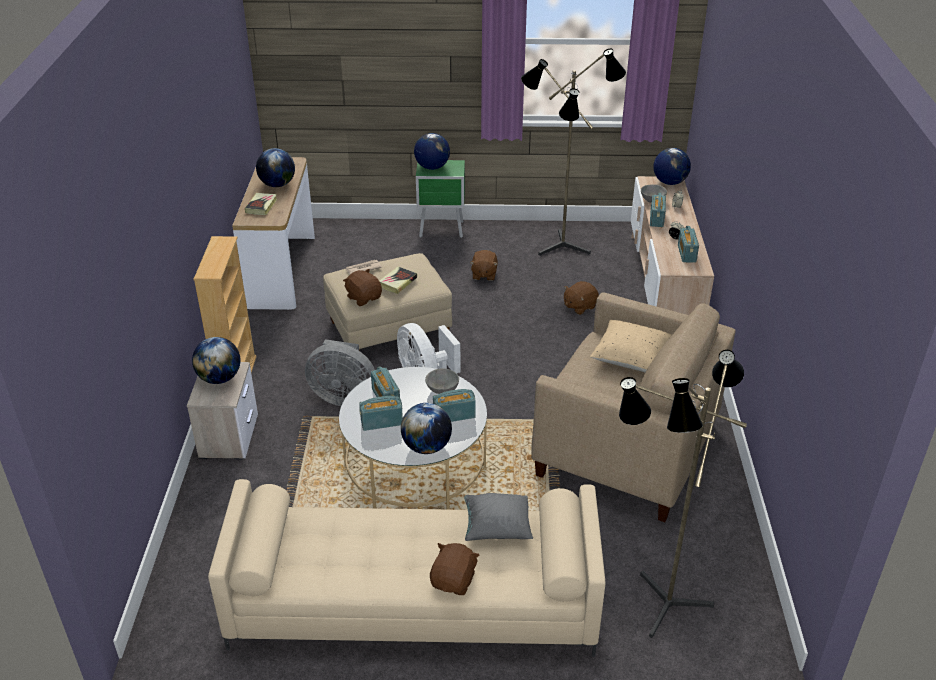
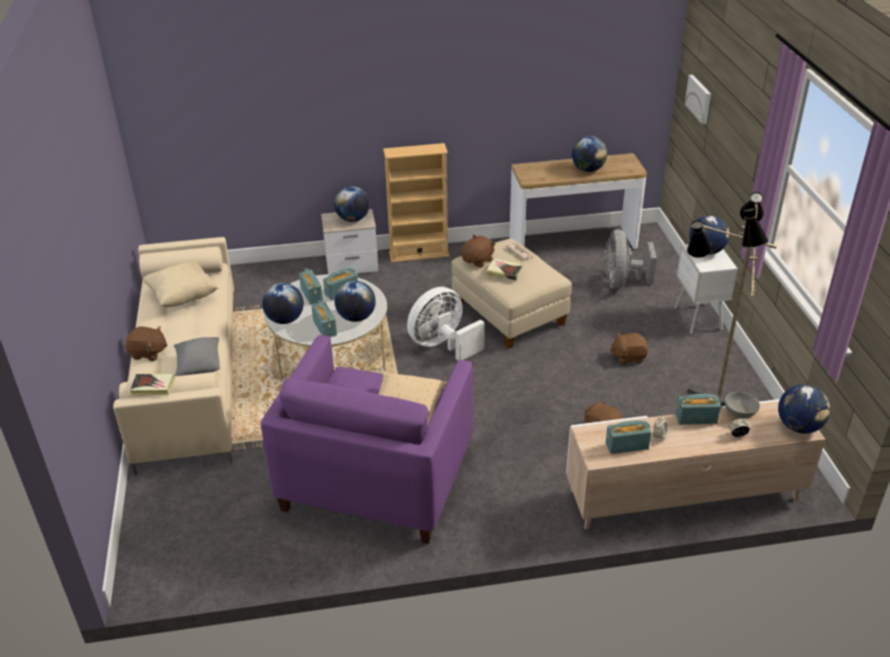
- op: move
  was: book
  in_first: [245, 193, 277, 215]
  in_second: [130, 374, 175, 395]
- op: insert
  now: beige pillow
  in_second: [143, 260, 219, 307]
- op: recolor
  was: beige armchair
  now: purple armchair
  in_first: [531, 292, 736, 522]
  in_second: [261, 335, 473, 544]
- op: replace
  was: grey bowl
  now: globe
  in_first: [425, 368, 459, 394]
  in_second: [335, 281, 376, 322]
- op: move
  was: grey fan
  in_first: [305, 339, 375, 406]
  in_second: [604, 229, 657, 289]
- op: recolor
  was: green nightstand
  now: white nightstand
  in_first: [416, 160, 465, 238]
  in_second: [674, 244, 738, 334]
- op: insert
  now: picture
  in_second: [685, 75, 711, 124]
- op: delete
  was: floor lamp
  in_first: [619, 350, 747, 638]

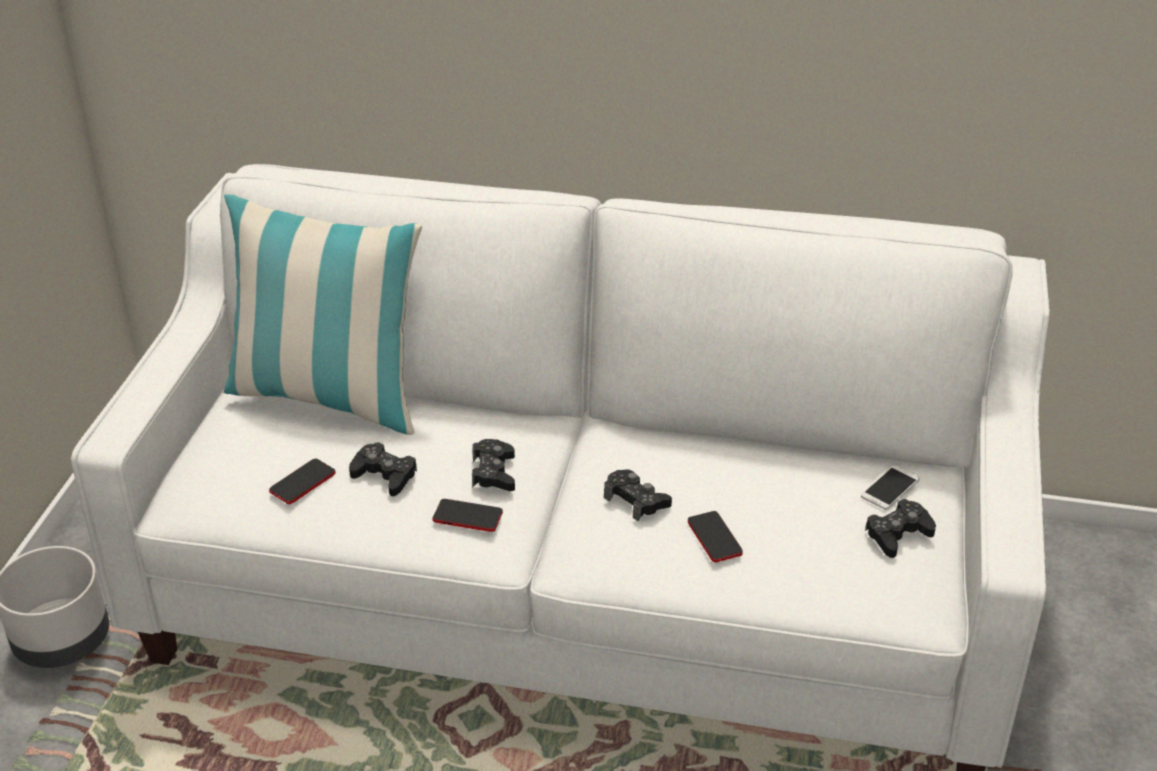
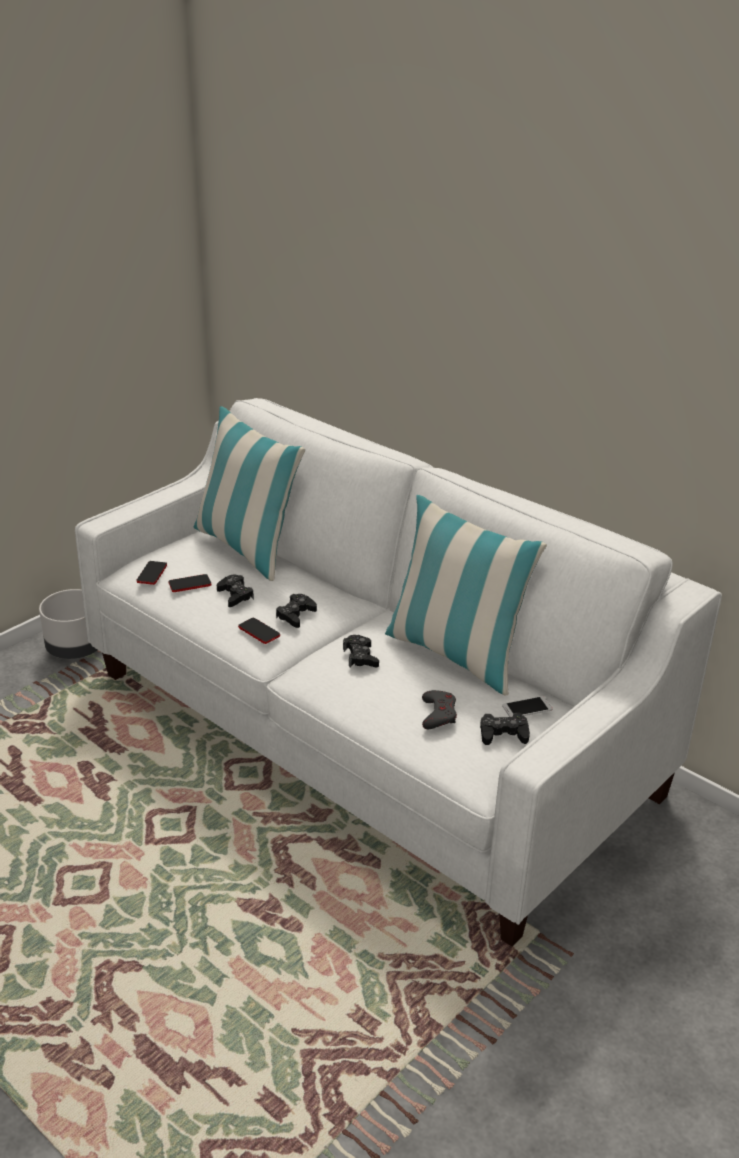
- op: move
  was: phone
  in_first: [688, 511, 743, 563]
  in_second: [137, 561, 167, 585]
- op: insert
  now: pillow
  in_second: [385, 495, 547, 696]
- op: insert
  now: grey game controller
  in_second: [422, 690, 457, 729]

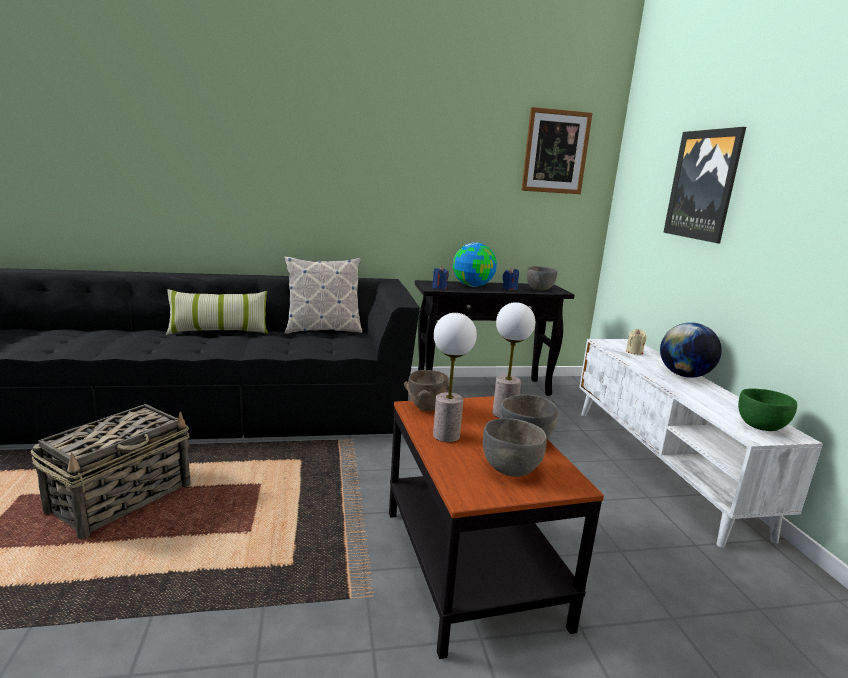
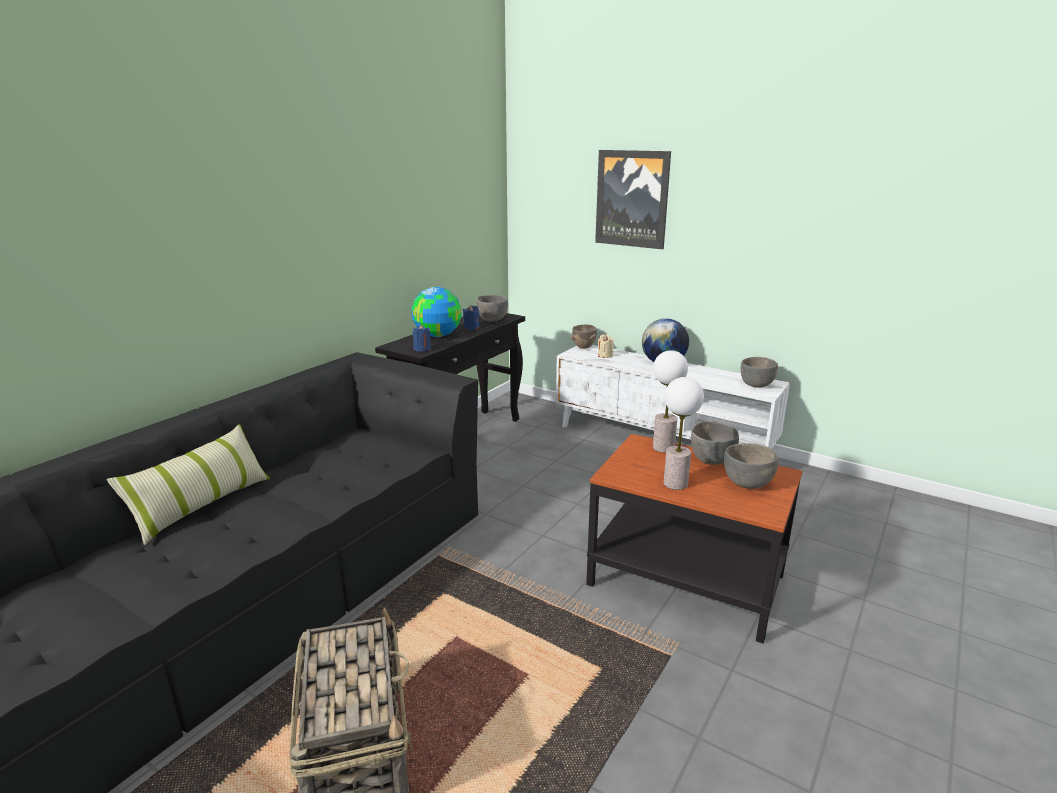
- op: move
  was: brown bowl
  in_first: [404, 370, 453, 411]
  in_second: [571, 325, 597, 349]
- op: recolor
  was: green bowl
  now: grey bowl
  in_first: [738, 389, 797, 431]
  in_second: [741, 357, 778, 388]
- op: delete
  was: pillow
  in_first: [284, 257, 362, 334]
- op: delete
  was: picture
  in_first: [521, 107, 593, 194]

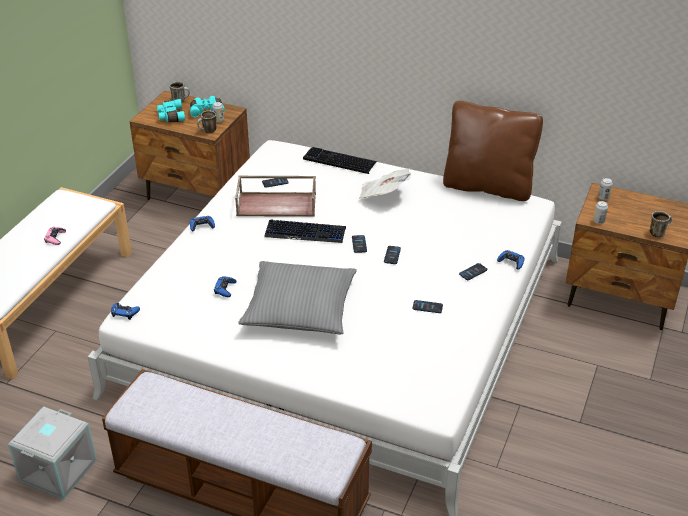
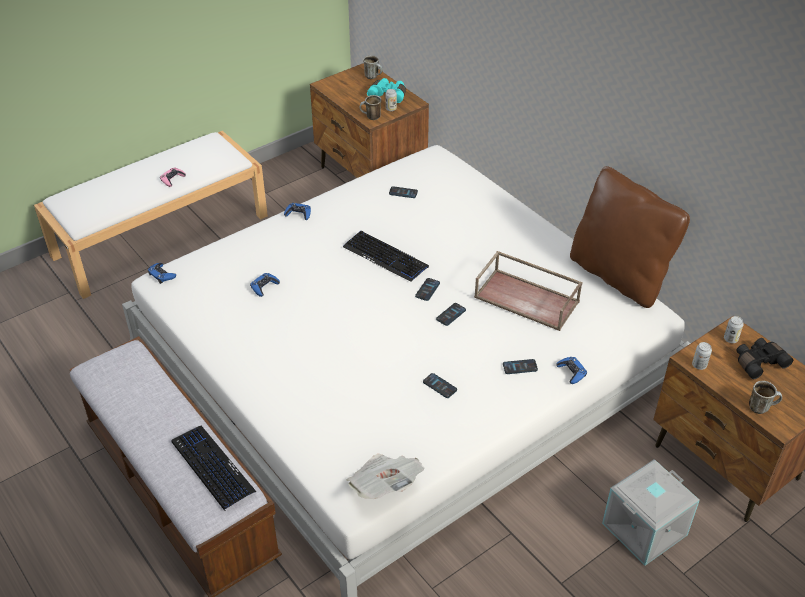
- op: move
  was: keyboard
  in_first: [303, 147, 377, 174]
  in_second: [171, 426, 256, 511]
- op: move
  was: newspaper
  in_first: [359, 169, 411, 199]
  in_second: [346, 454, 425, 499]
- op: move
  was: brown tray
  in_first: [235, 176, 316, 217]
  in_second: [474, 251, 583, 331]
- op: move
  was: grey storage box
  in_first: [8, 406, 97, 499]
  in_second: [602, 459, 700, 565]
- op: insert
  now: black binoculars
  in_second: [736, 338, 793, 379]
- op: delete
  was: turquoise binoculars
  in_first: [157, 99, 185, 122]
- op: delete
  was: grey pillow
  in_first: [238, 261, 357, 334]

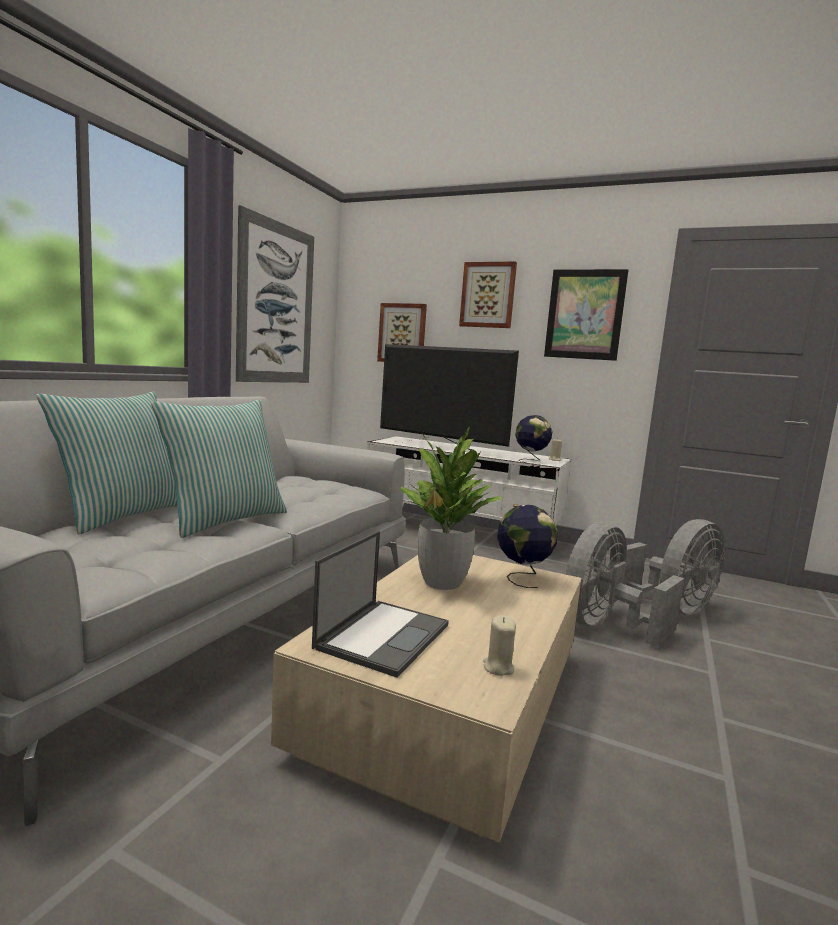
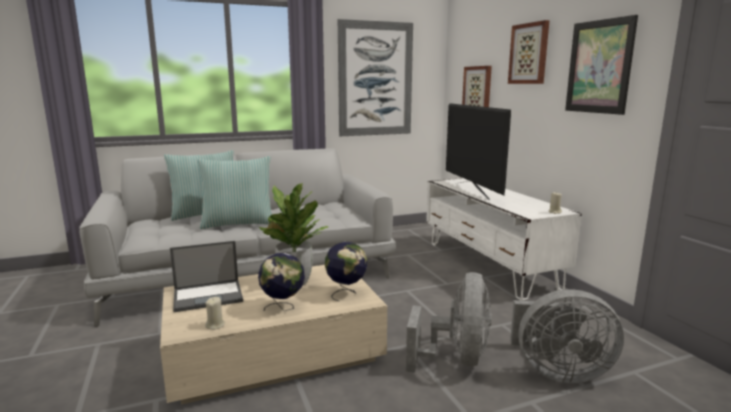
- op: move
  was: globe
  in_first: [515, 415, 553, 463]
  in_second: [258, 253, 305, 311]
- op: rotate
  was: grey fan
  in_first: [565, 522, 684, 647]
  in_second: [406, 272, 492, 373]
  clockwise: 105

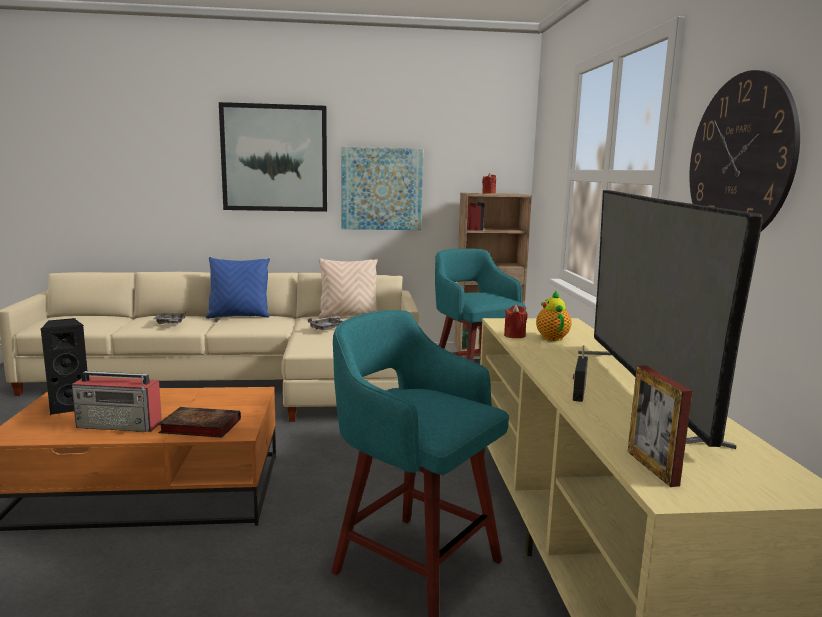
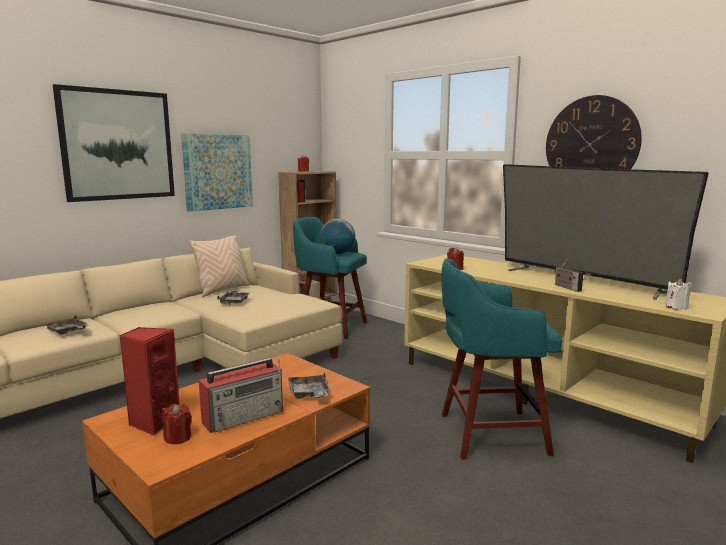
- op: recolor
  was: black speaker
  now: red speaker
  in_first: [40, 318, 87, 415]
  in_second: [120, 327, 180, 436]
- op: insert
  now: red candle
  in_second: [162, 404, 192, 444]
- op: replace
  was: book
  now: grey tray
  in_first: [158, 407, 241, 438]
  in_second: [288, 372, 330, 399]
- op: insert
  now: globe
  in_second: [320, 218, 355, 254]
- op: replace
  was: picture frame
  now: white candle
  in_first: [628, 365, 692, 487]
  in_second: [665, 278, 692, 310]
- op: delete
  was: blue pillow
  in_first: [206, 257, 270, 319]
- op: delete
  was: teapot
  in_first: [536, 291, 572, 341]

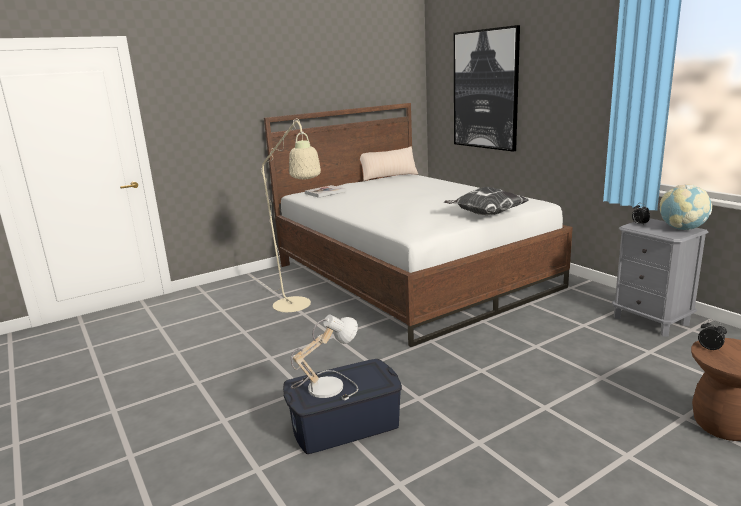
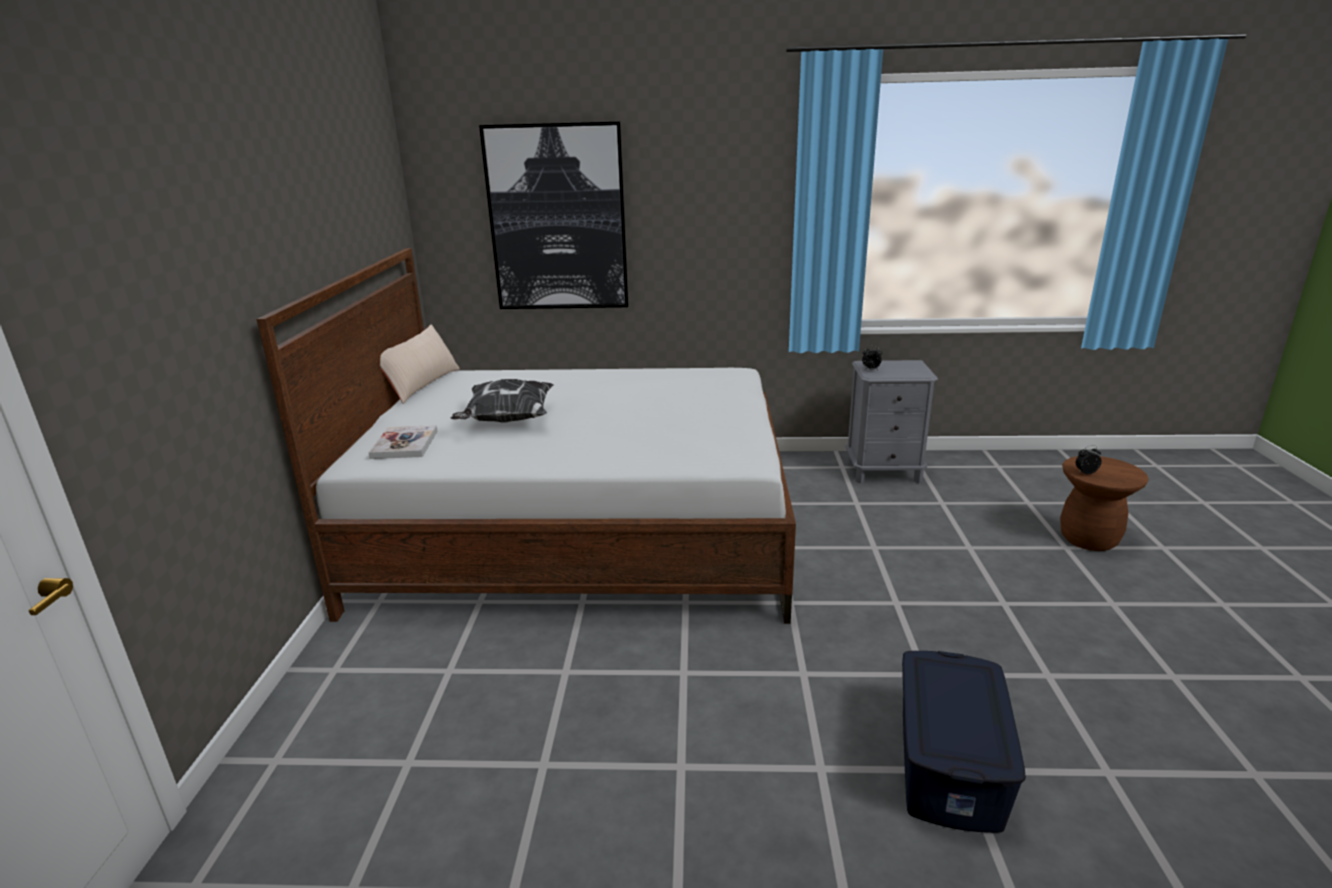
- op: move
  was: pillow
  in_first: [444, 187, 529, 215]
  in_second: [450, 379, 554, 423]
- op: delete
  was: beige floor lamp
  in_first: [251, 118, 321, 312]
- op: delete
  was: table lamp
  in_first: [291, 315, 358, 401]
- op: delete
  was: globe
  in_first: [660, 184, 712, 230]

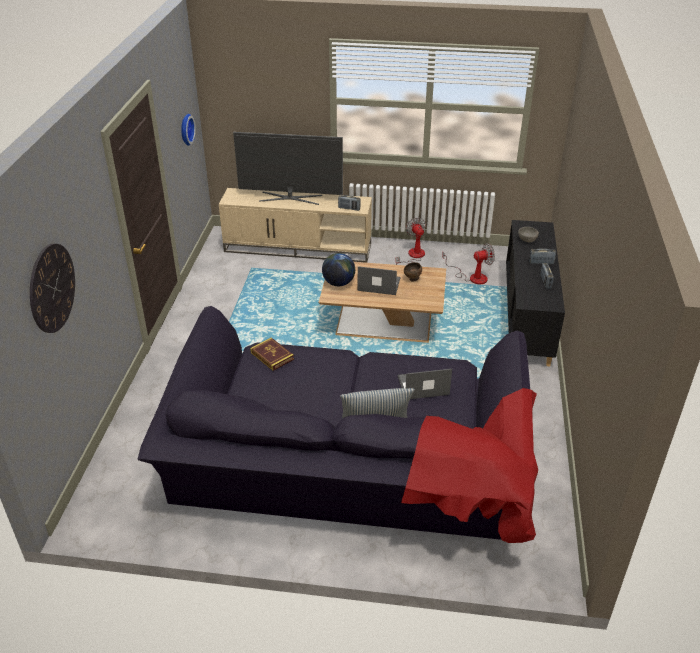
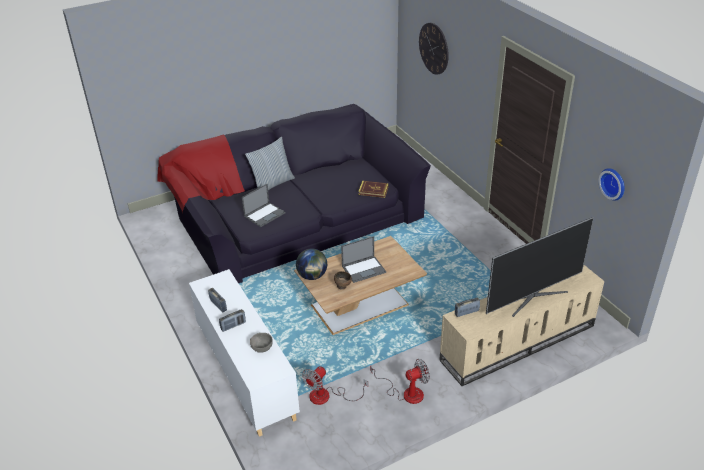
- op: recolor
  was: black cabinet
  now: white cabinet
  in_first: [506, 220, 565, 366]
  in_second: [189, 269, 300, 437]
- op: move
  was: globe
  in_first: [322, 253, 355, 286]
  in_second: [296, 248, 327, 280]
- op: rotate
  was: fan
  in_first: [395, 217, 426, 265]
  in_second: [370, 359, 430, 404]
  clockwise: -60

